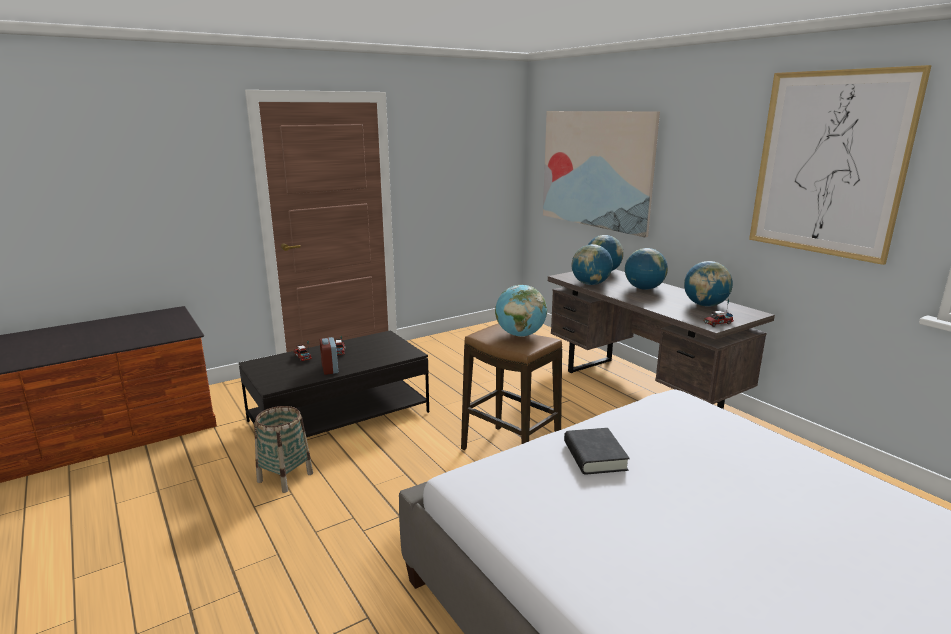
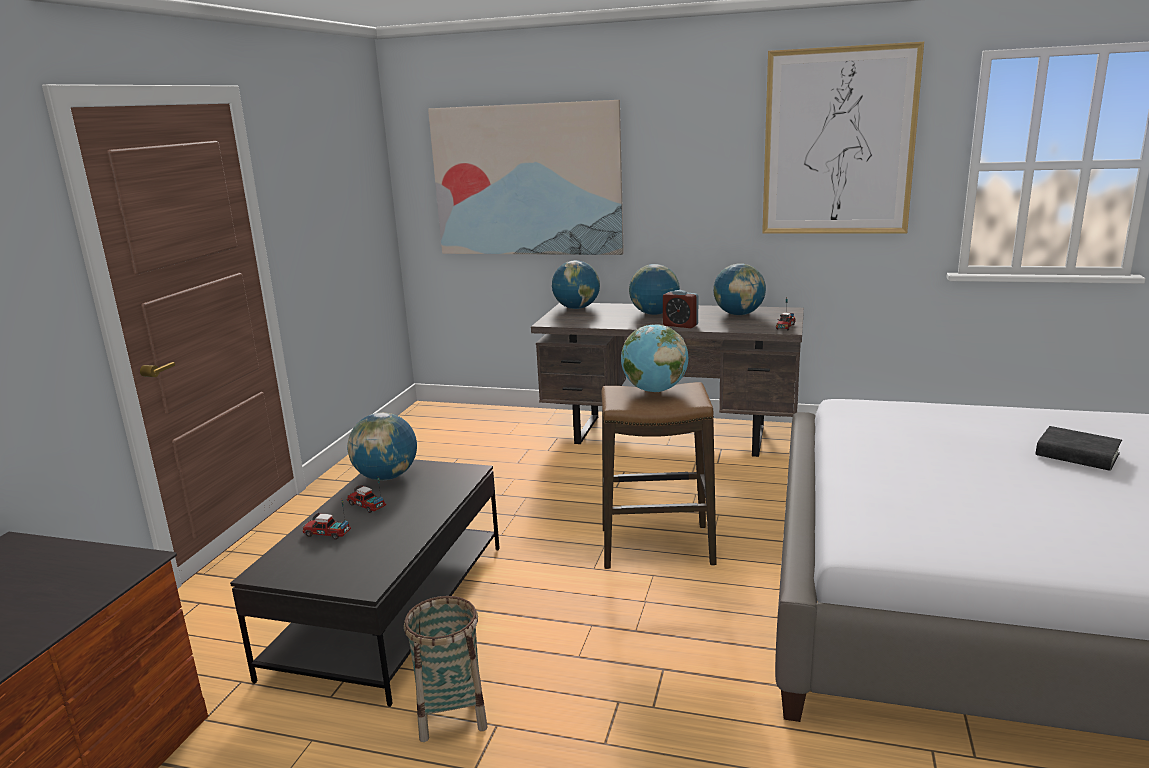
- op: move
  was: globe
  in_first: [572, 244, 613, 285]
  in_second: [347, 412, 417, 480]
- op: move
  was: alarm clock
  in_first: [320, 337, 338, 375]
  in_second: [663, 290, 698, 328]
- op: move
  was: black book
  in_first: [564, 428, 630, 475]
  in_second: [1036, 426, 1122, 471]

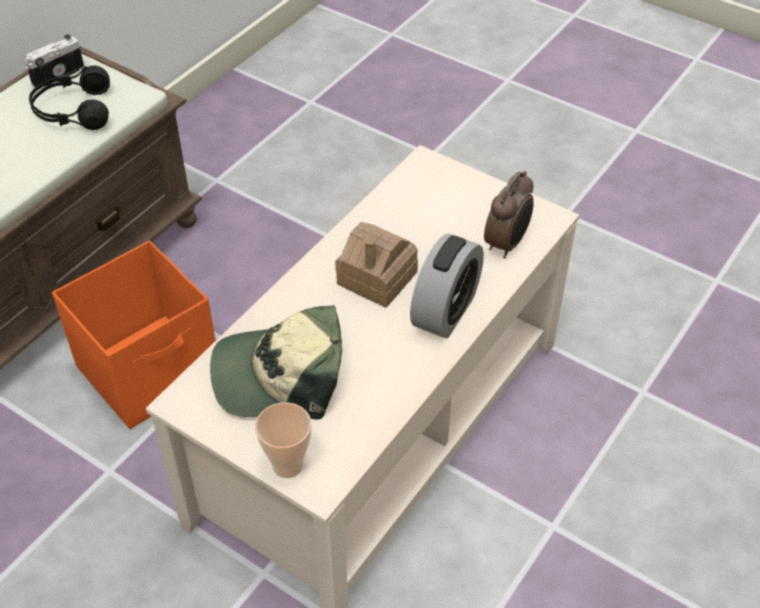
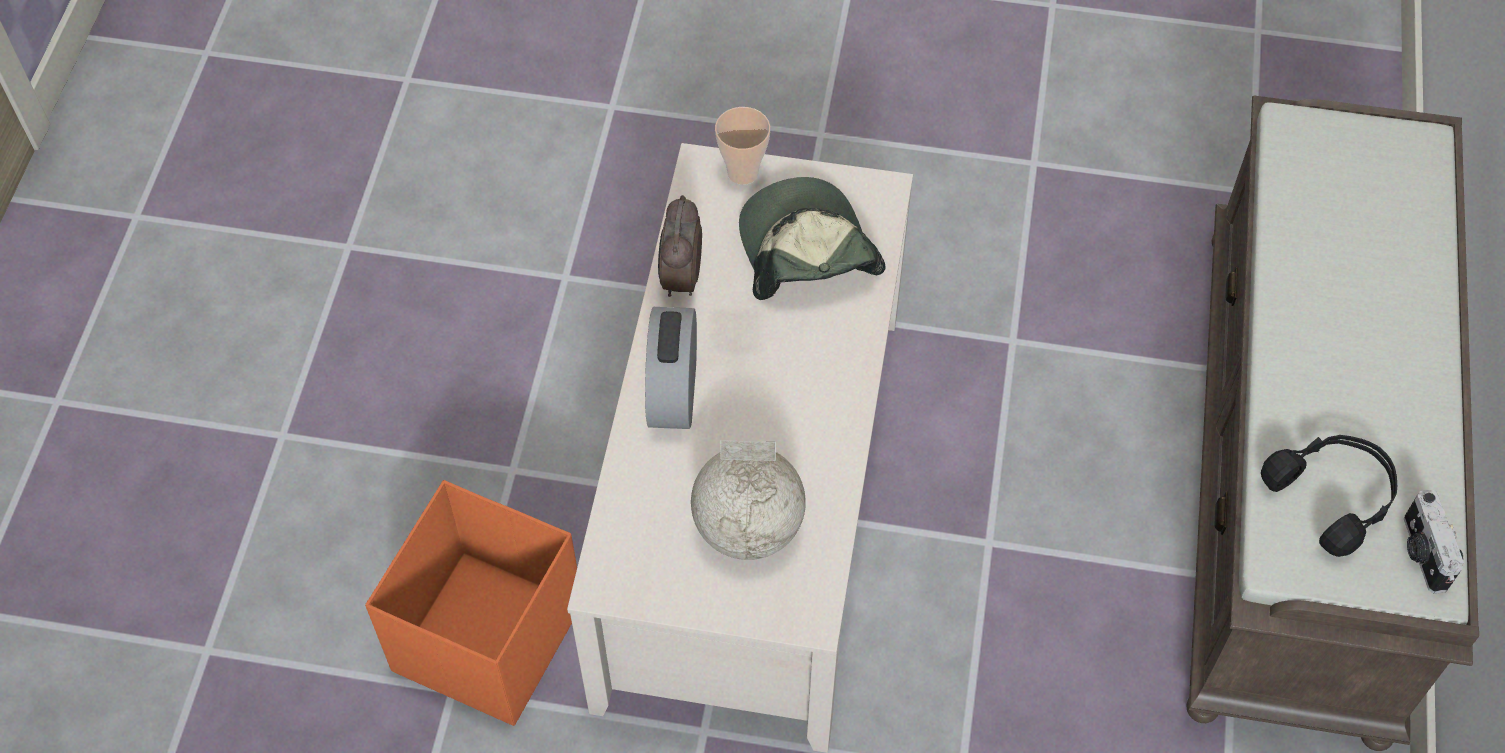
- op: move
  was: orange storage box
  in_first: [52, 241, 216, 429]
  in_second: [365, 480, 577, 726]
- op: move
  was: alarm clock
  in_first: [484, 171, 534, 259]
  in_second: [658, 195, 702, 297]
- op: insert
  now: globe
  in_second: [691, 440, 806, 560]
- op: rotate
  was: cap
  in_first: [210, 305, 342, 420]
  in_second: [739, 177, 885, 300]
  clockwise: -75
- op: rotate
  was: photo camera
  in_first: [25, 34, 84, 89]
  in_second: [1404, 490, 1464, 594]
  clockwise: 150
- op: delete
  was: toy house
  in_first: [335, 222, 418, 308]

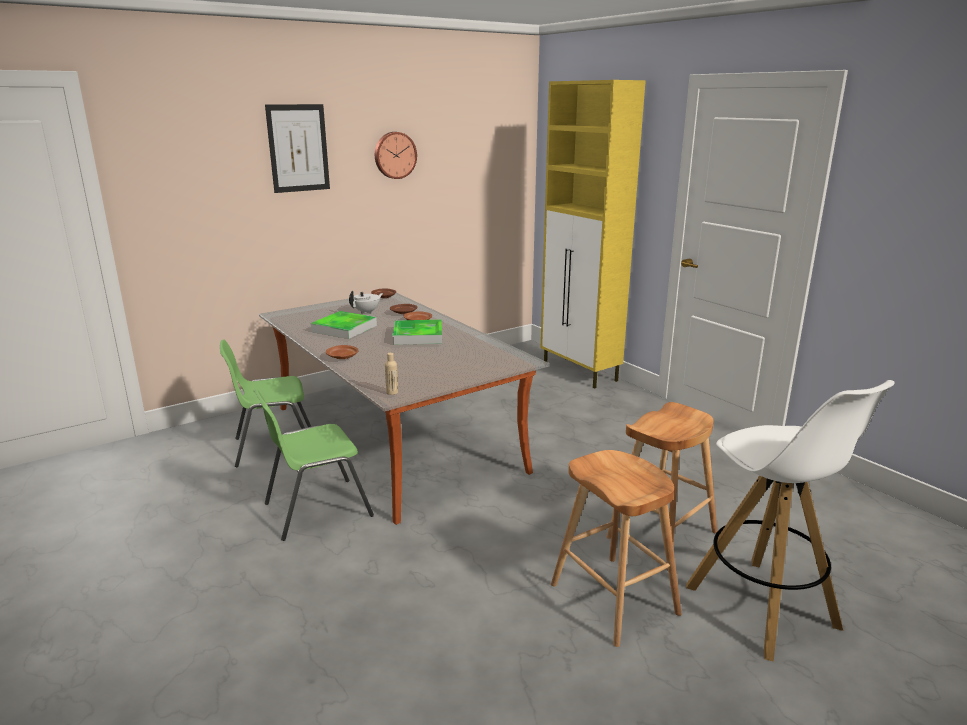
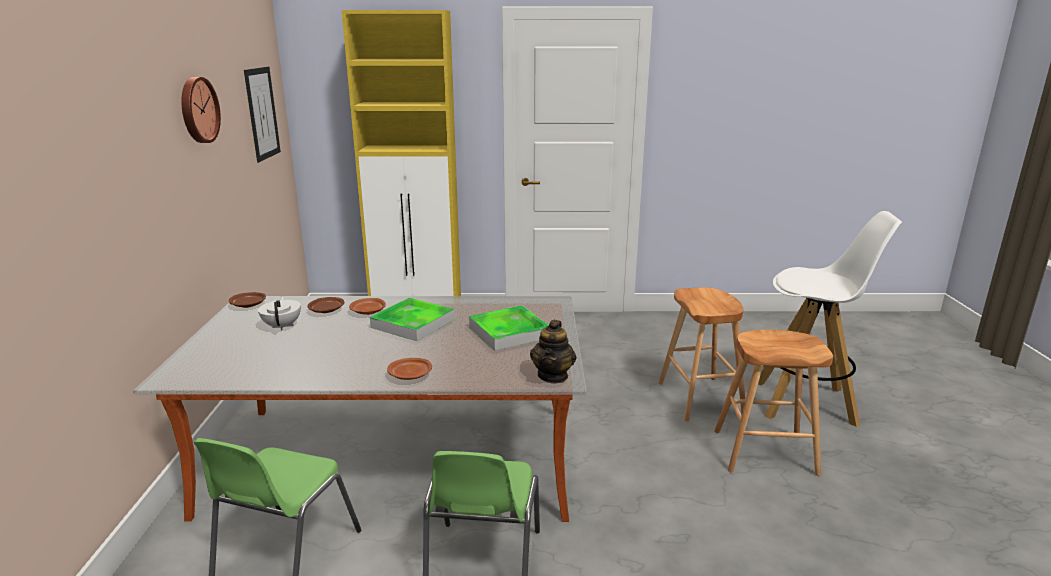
- op: move
  was: picture
  in_first: [265, 104, 330, 193]
  in_second: [244, 67, 281, 163]
- op: move
  was: tray
  in_first: [310, 311, 377, 339]
  in_second: [469, 305, 549, 351]
- op: replace
  was: beige bottle
  now: teapot
  in_first: [385, 353, 398, 395]
  in_second: [530, 319, 576, 383]

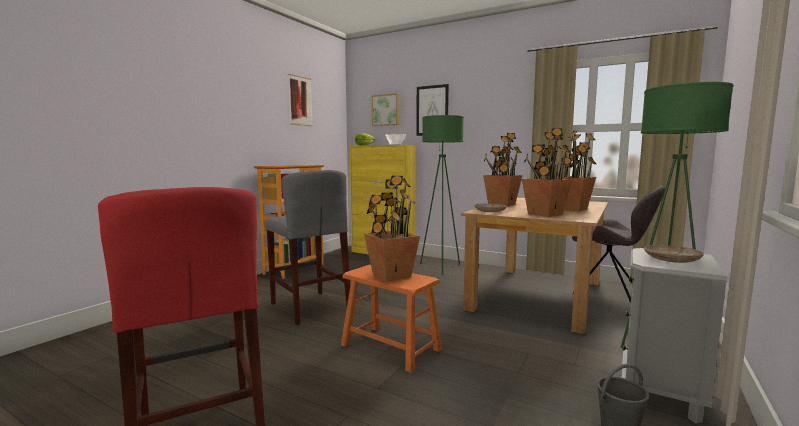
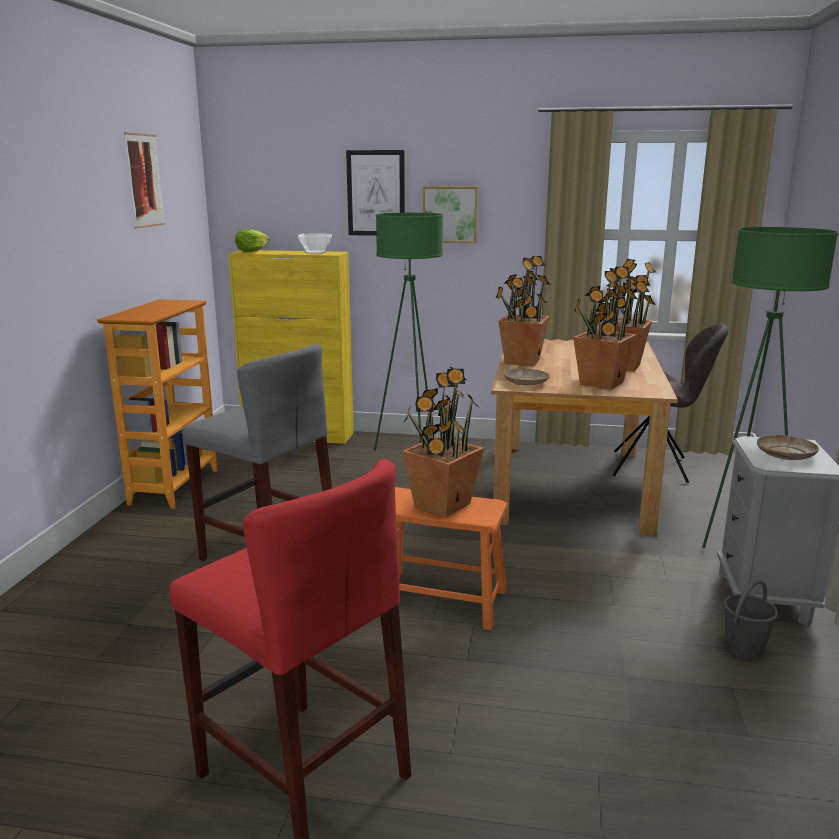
- op: move
  was: picture
  in_first: [372, 93, 399, 126]
  in_second: [423, 186, 478, 243]

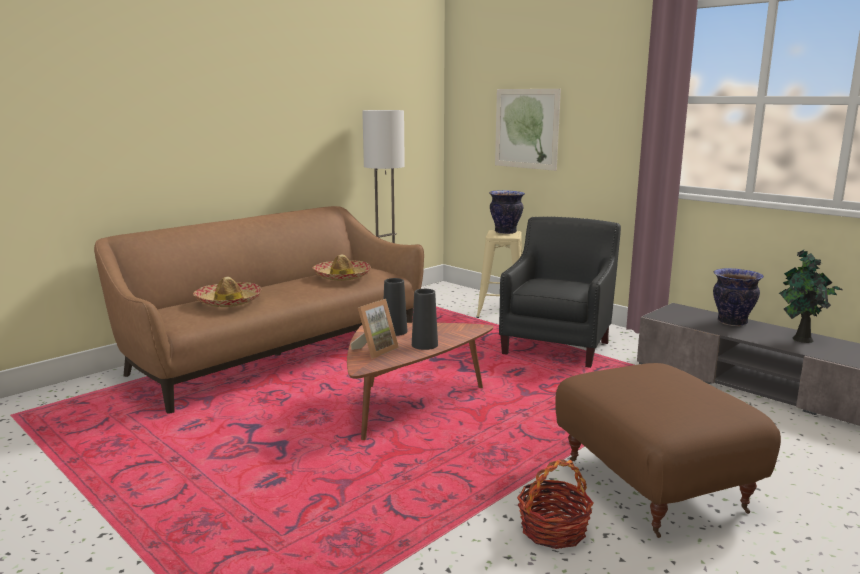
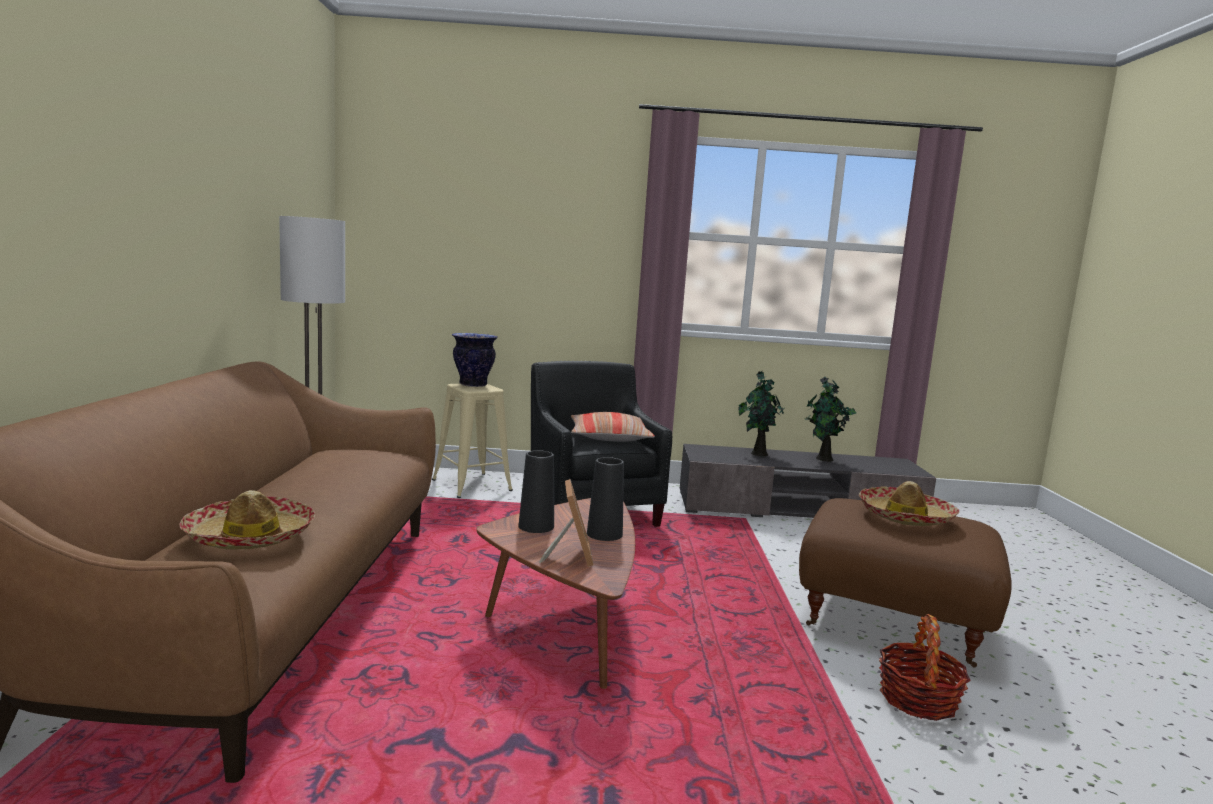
- op: insert
  now: pillow
  in_second: [571, 412, 655, 442]
- op: replace
  was: vase
  now: potted plant
  in_first: [713, 268, 764, 326]
  in_second: [738, 371, 784, 456]
- op: move
  was: hat
  in_first: [313, 255, 371, 281]
  in_second: [859, 481, 959, 526]
- op: delete
  was: picture
  in_first: [495, 89, 561, 171]

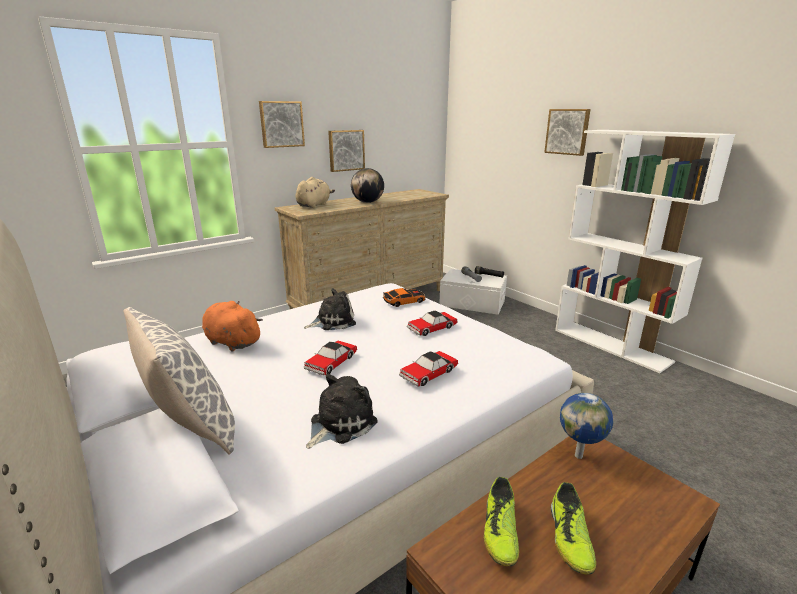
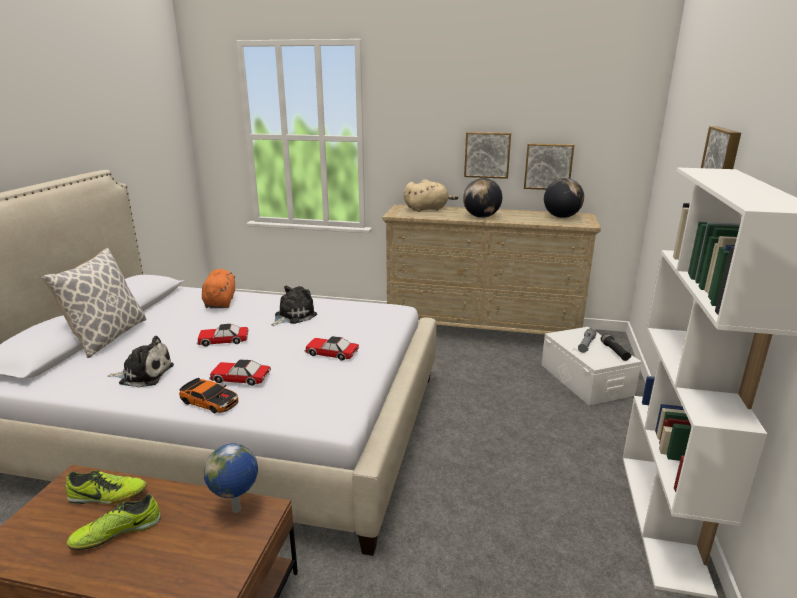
- op: rotate
  was: shoe
  in_first: [484, 477, 519, 566]
  in_second: [65, 470, 147, 504]
  clockwise: -150
- op: move
  was: toy car
  in_first: [383, 288, 425, 307]
  in_second: [179, 378, 239, 413]
- op: rotate
  was: plush toy
  in_first: [304, 288, 356, 330]
  in_second: [272, 286, 317, 326]
  clockwise: -75
- op: move
  was: picture
  in_first: [259, 101, 305, 148]
  in_second: [524, 143, 574, 190]
- op: insert
  now: globe
  in_second: [544, 178, 584, 218]

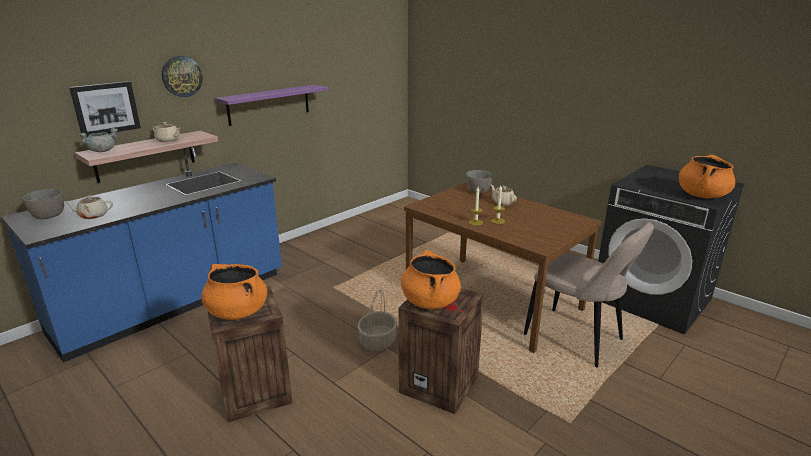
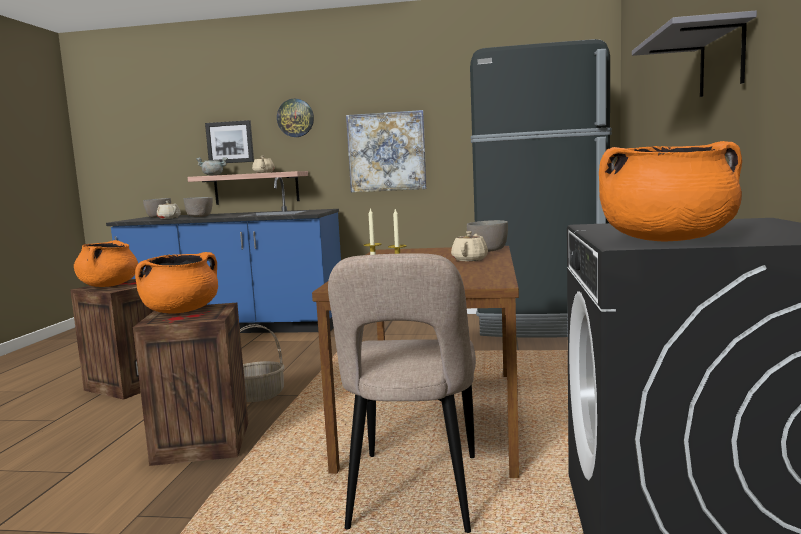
- op: insert
  now: grey bowl
  in_second: [184, 197, 213, 217]
- op: replace
  was: purple shelf
  now: picture
  in_first: [215, 85, 328, 126]
  in_second: [346, 110, 427, 192]
- op: insert
  now: black fridge
  in_second: [470, 39, 612, 338]
- op: insert
  now: grey shelf
  in_second: [632, 11, 757, 97]

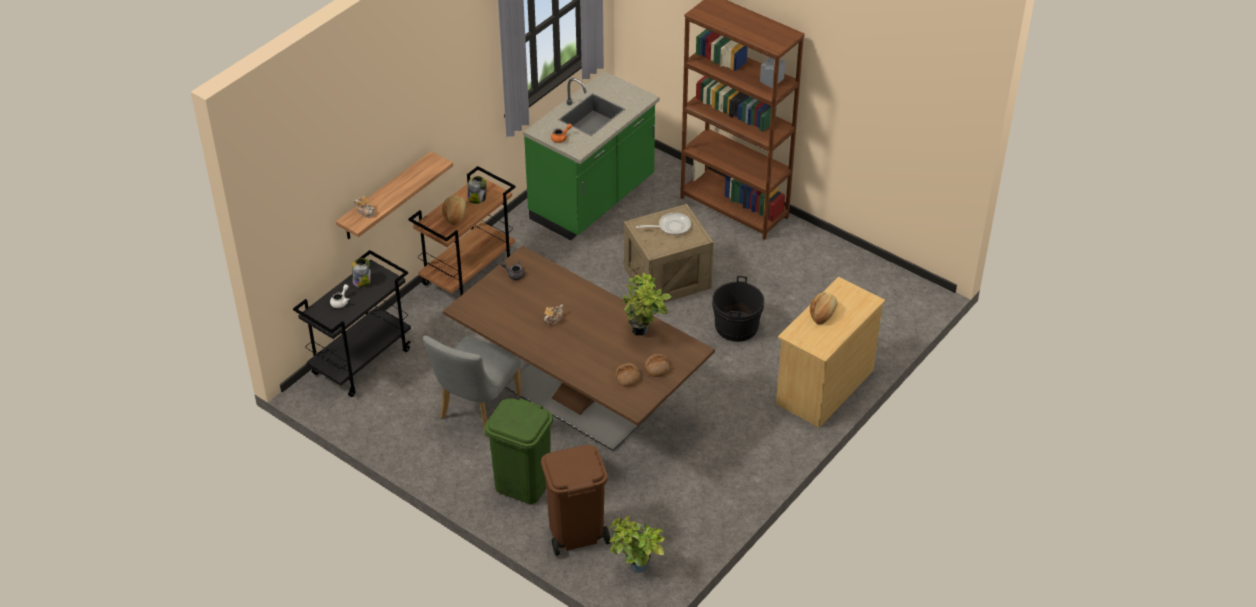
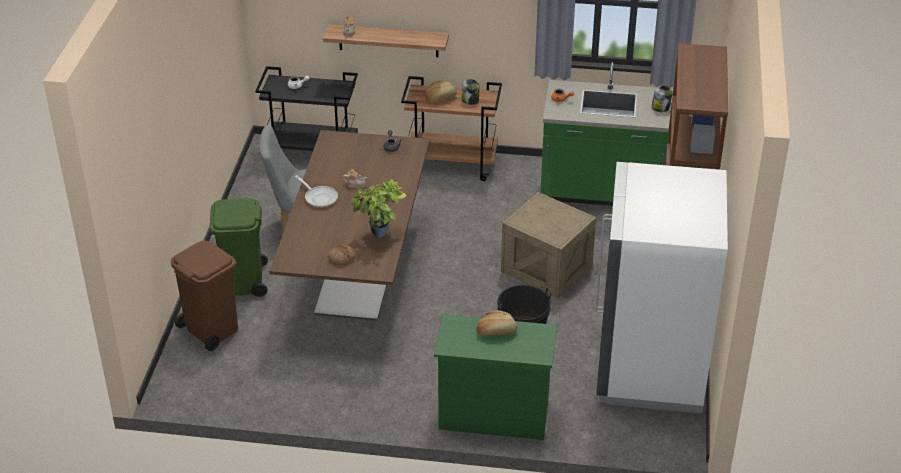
- op: move
  was: frying pan
  in_first: [636, 213, 691, 235]
  in_second: [295, 175, 338, 208]
- op: recolor
  was: beige dresser
  now: green dresser
  in_first: [776, 277, 885, 428]
  in_second: [434, 314, 557, 440]
- op: insert
  now: white fridge
  in_second: [595, 162, 728, 414]
- op: move
  was: jar
  in_first: [352, 258, 371, 288]
  in_second: [651, 85, 673, 112]
- op: delete
  was: potted plant
  in_first: [608, 515, 665, 572]
- op: delete
  was: bread
  in_first: [615, 363, 640, 387]

